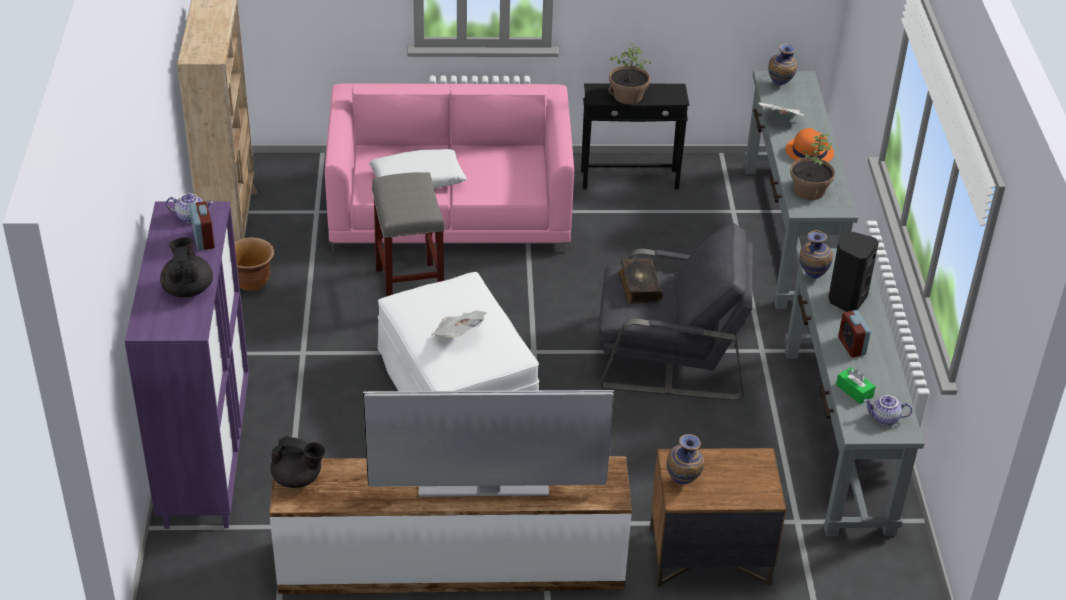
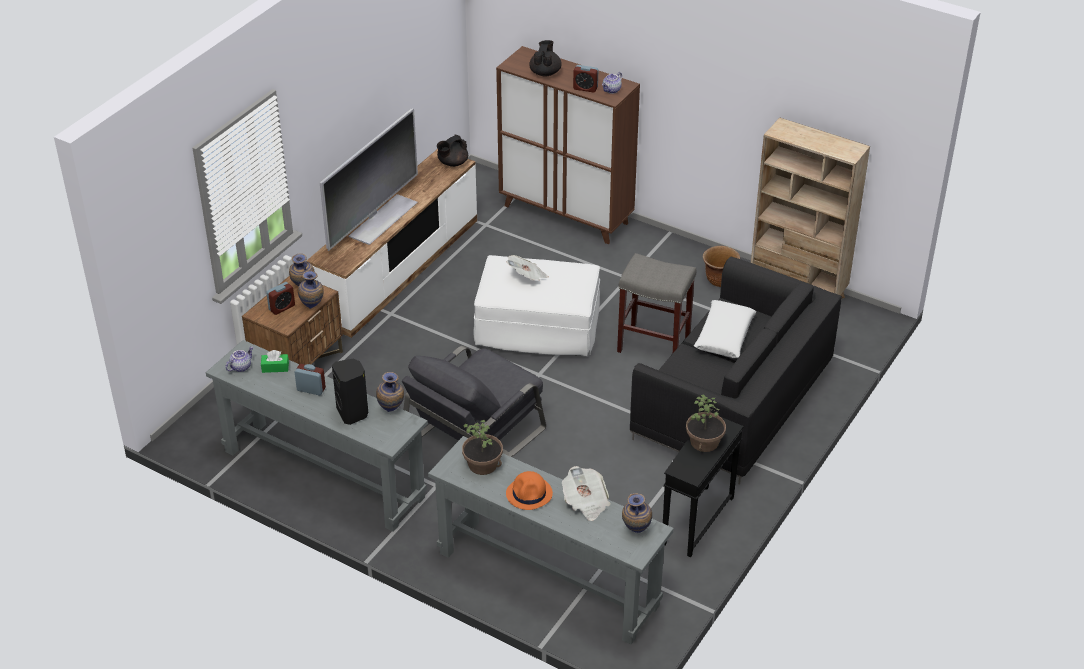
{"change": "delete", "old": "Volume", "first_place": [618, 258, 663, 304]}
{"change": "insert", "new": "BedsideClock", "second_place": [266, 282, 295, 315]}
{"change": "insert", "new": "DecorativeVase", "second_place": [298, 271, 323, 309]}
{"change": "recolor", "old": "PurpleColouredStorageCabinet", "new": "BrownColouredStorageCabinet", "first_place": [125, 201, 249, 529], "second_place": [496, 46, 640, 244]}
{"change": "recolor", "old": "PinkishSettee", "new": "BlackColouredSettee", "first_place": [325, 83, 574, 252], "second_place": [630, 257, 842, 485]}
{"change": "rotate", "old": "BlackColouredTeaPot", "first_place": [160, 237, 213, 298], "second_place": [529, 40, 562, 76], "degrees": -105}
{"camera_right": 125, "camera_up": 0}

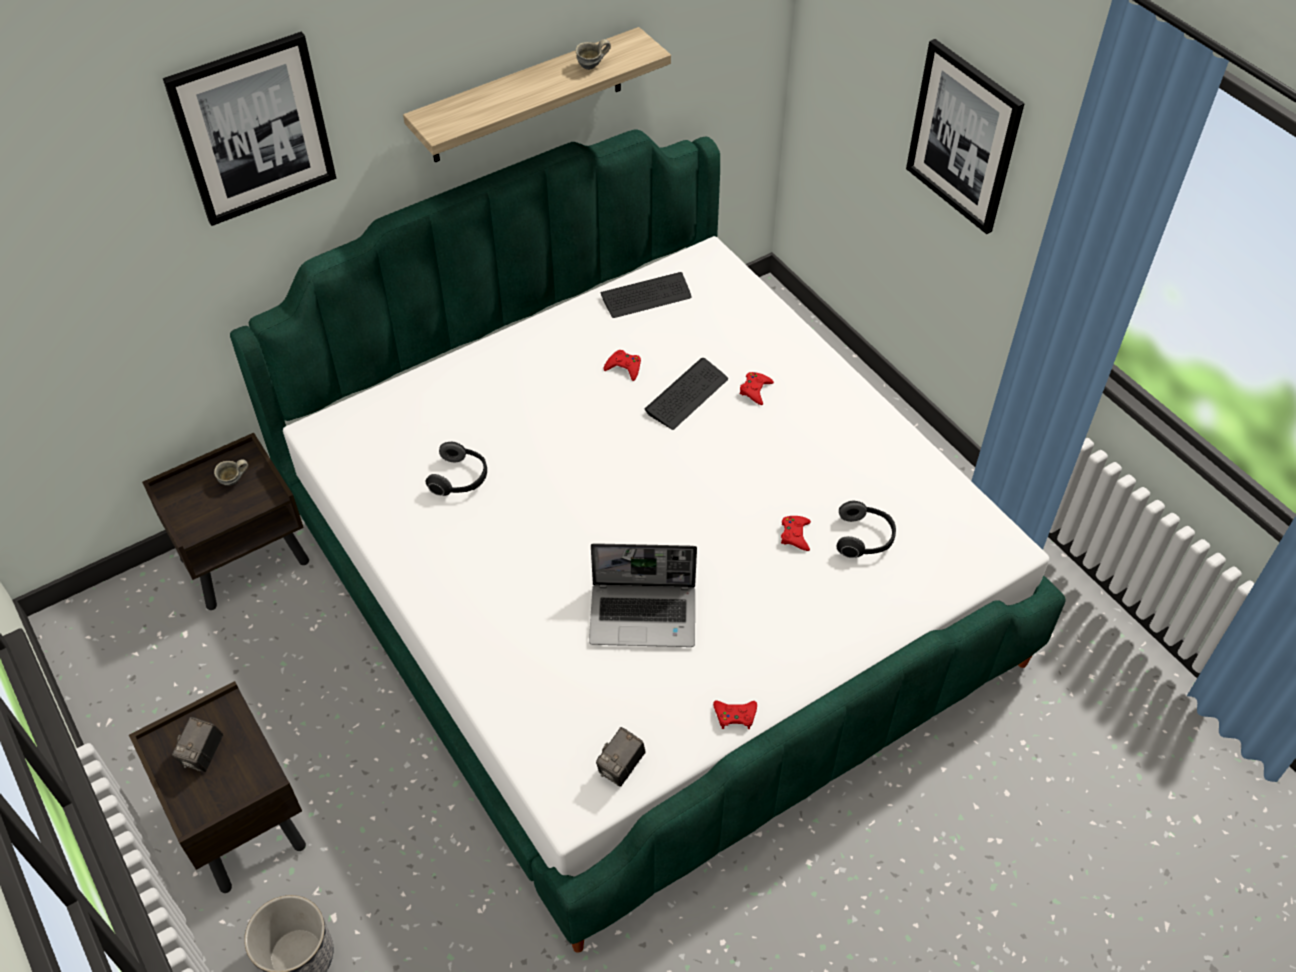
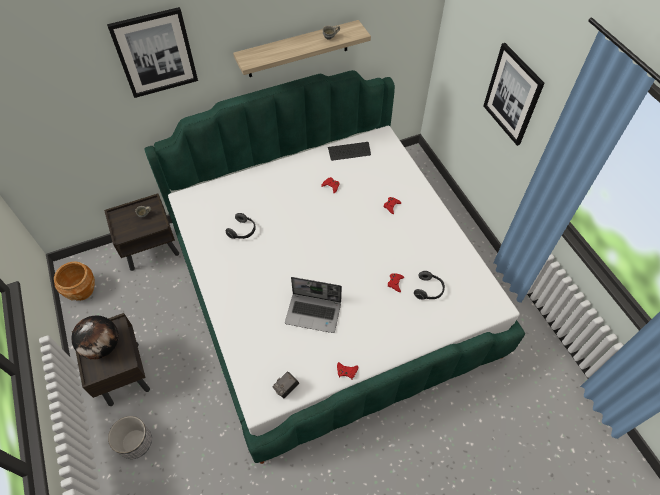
{"change": "delete", "old": "Keyboard", "first_place": [645, 358, 728, 430]}
{"change": "insert", "new": "BrownColouredFlowerPot", "second_place": [54, 261, 95, 301]}
{"change": "replace", "old": "PhotoCamera", "new": "Globe", "first_place": [172, 717, 224, 772], "second_place": [71, 316, 119, 360]}
{"camera_right": 10, "camera_up": 5}

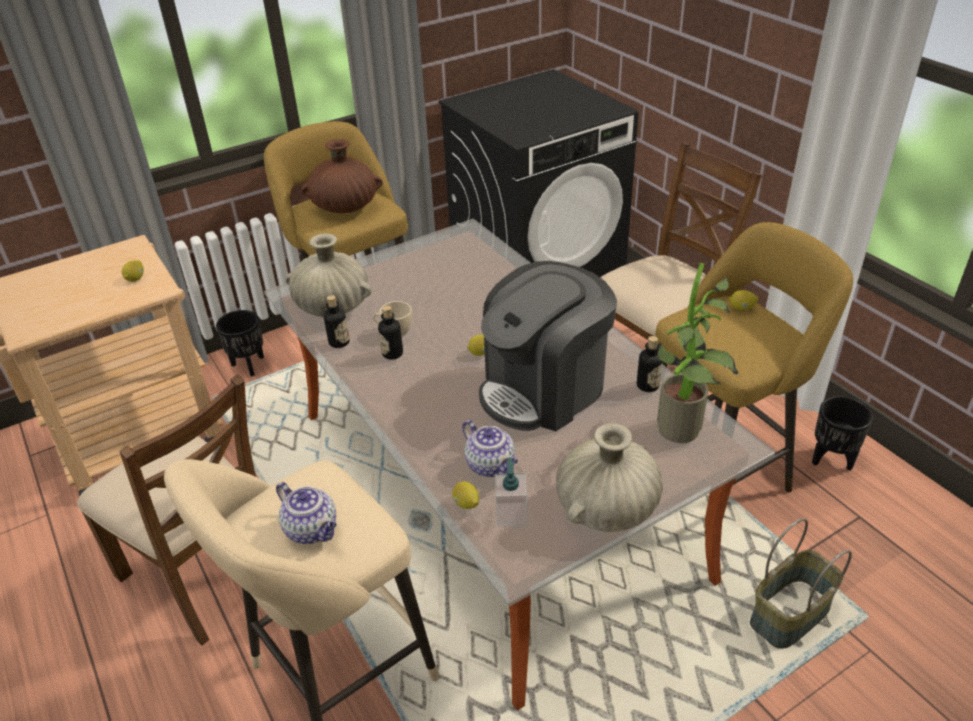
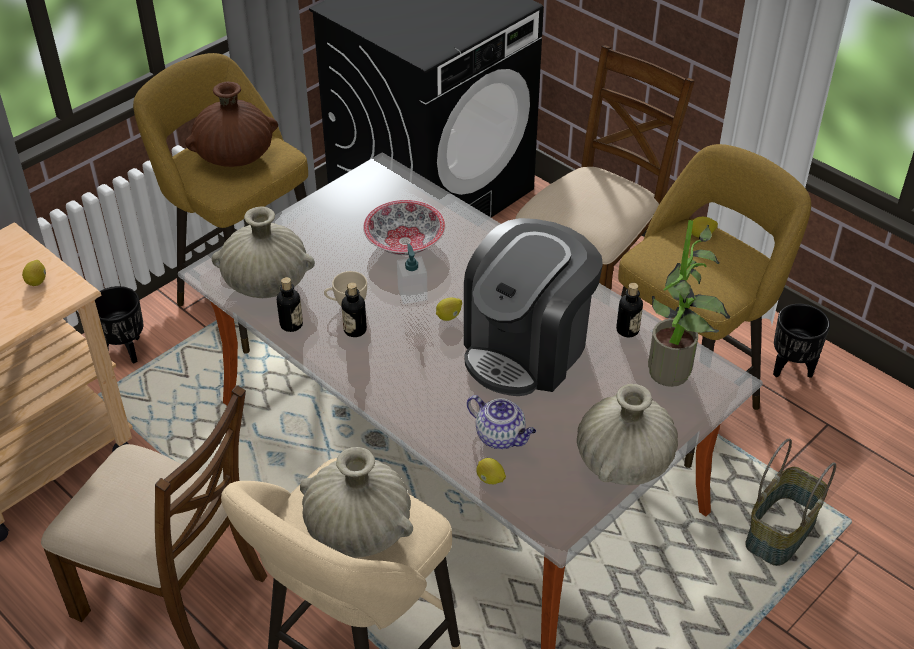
{"change": "insert", "new": "ServingBowl", "second_place": [363, 200, 445, 255]}
{"change": "move", "old": "LiquidSoapBottle", "first_place": [495, 457, 527, 526], "second_place": [397, 244, 428, 304]}
{"change": "replace", "old": "TeaPot", "new": "SandColouredDecorativeVase", "first_place": [276, 482, 337, 544], "second_place": [300, 447, 413, 558]}
{"camera_right": -15, "camera_up": 5}

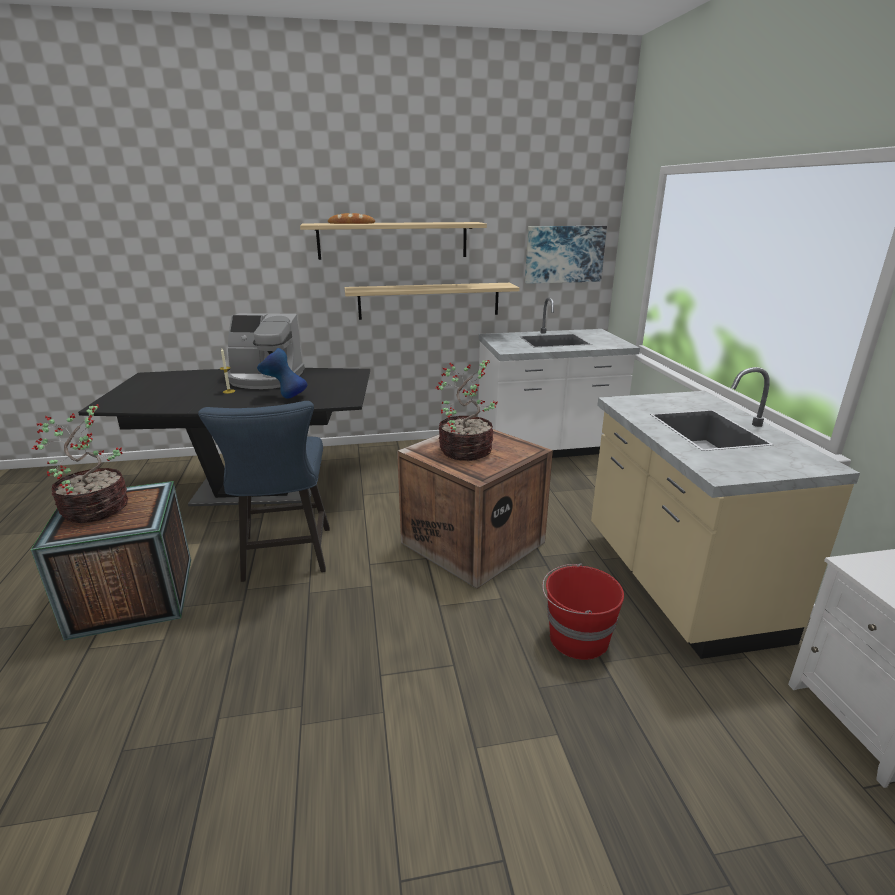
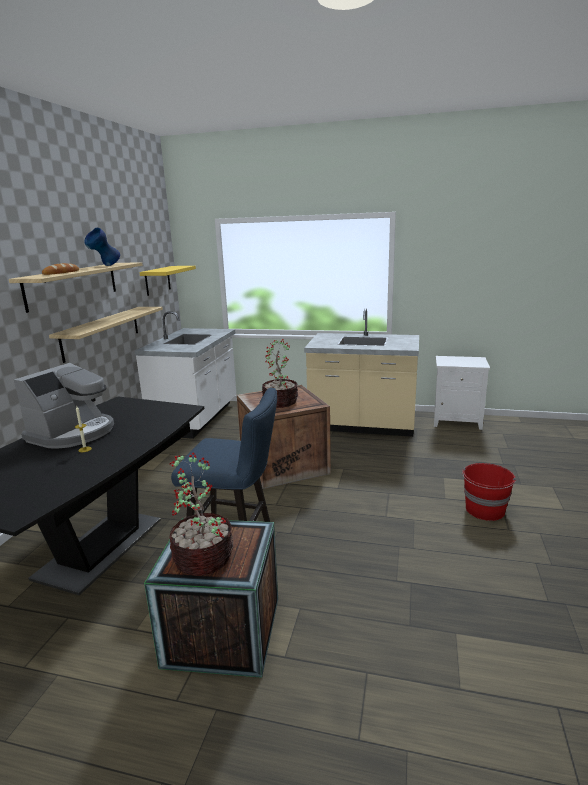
{"change": "move", "old": "BluishDecorativeVase", "first_place": [257, 348, 307, 399], "second_place": [84, 228, 120, 266]}
{"change": "move", "old": "RedBucket", "first_place": [542, 563, 624, 660], "second_place": [462, 463, 516, 521]}
{"change": "replace", "old": "WallArt", "new": "YellowishBracketShelf", "first_place": [525, 226, 607, 284], "second_place": [139, 266, 196, 296]}
{"camera_right": -65, "camera_up": -5}

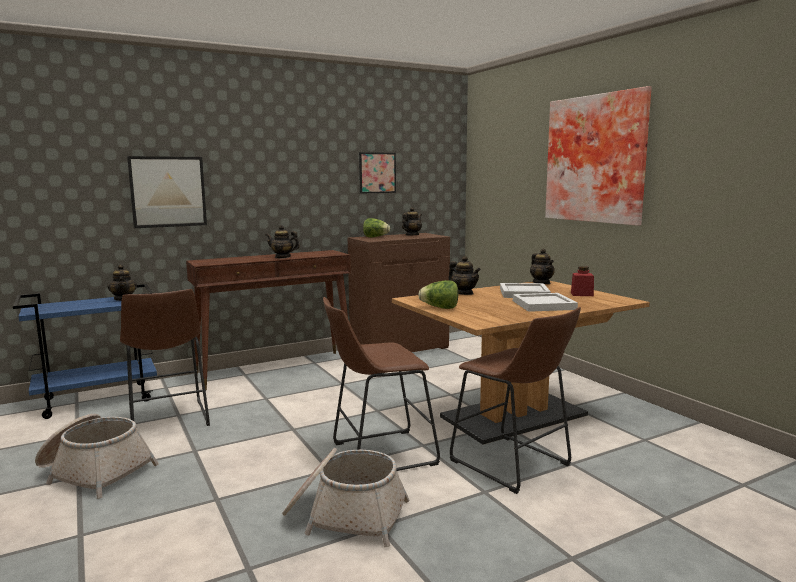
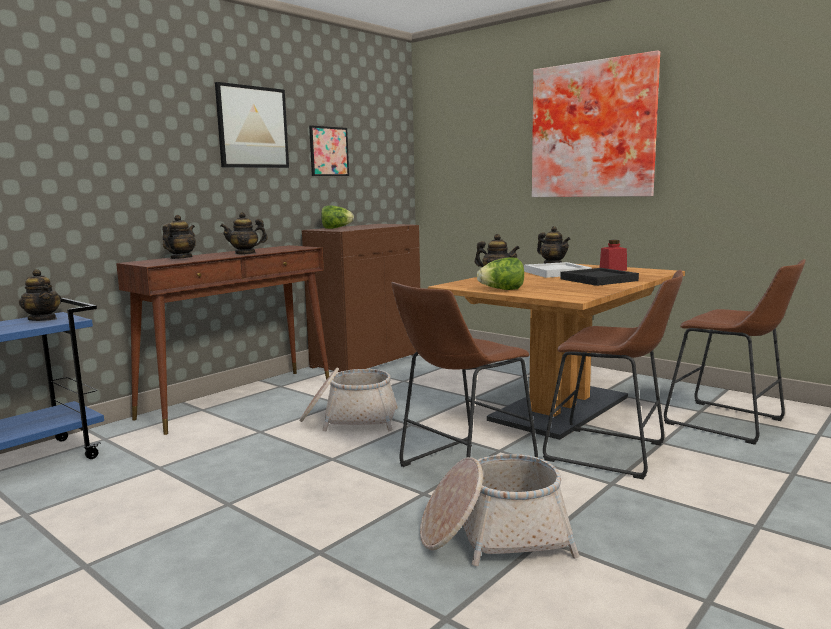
{"change": "move", "old": "Basket", "first_place": [35, 414, 159, 499], "second_place": [299, 367, 398, 432]}
{"change": "move", "old": "BrownColouredStoolSeat", "first_place": [120, 289, 210, 426], "second_place": [664, 259, 806, 445]}
{"change": "move", "old": "WallArt", "first_place": [127, 156, 207, 228], "second_place": [215, 82, 289, 168]}
{"change": "move", "old": "TeaPot", "first_place": [402, 207, 422, 236], "second_place": [162, 215, 196, 259]}
{"change": "recolor", "old": "WhiteColouredTray", "new": "BlackColouredTray", "first_place": [513, 293, 578, 312], "second_place": [560, 268, 639, 286]}
{"camera_right": -20, "camera_up": 0}

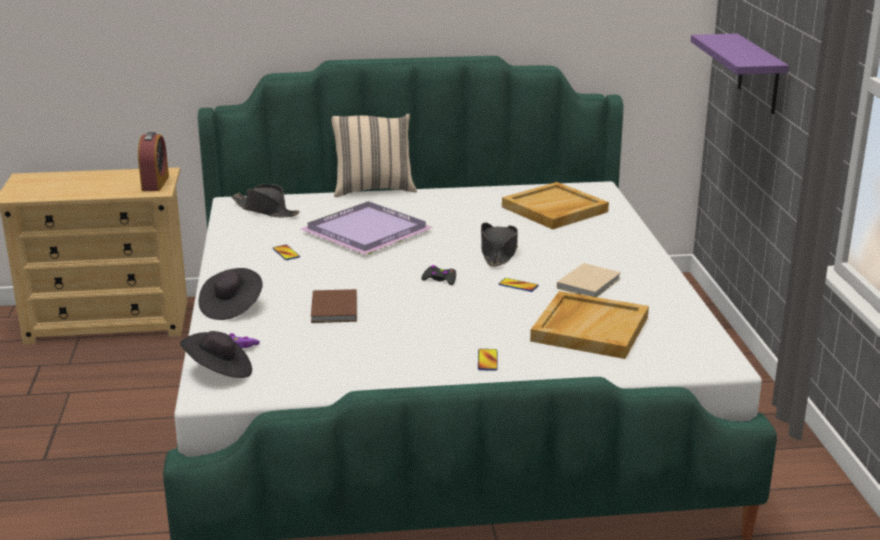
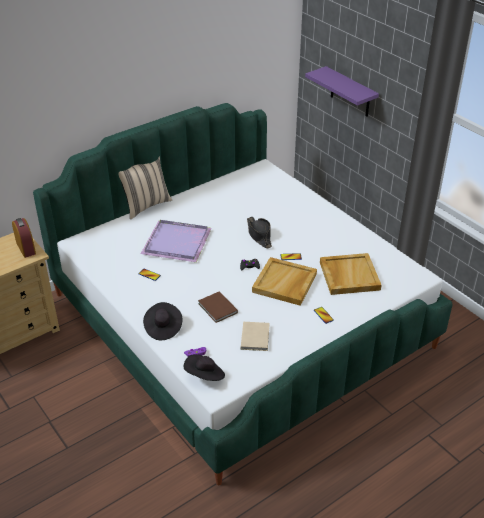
{"change": "delete", "old": "BlackColouredHat", "first_place": [232, 184, 300, 217]}
{"change": "move", "old": "SandColouredTray", "first_place": [502, 182, 609, 229], "second_place": [252, 257, 317, 306]}
{"change": "move", "old": "SandColouredVolume", "first_place": [557, 263, 621, 297], "second_place": [241, 322, 270, 351]}
{"camera_right": -30, "camera_up": 15}

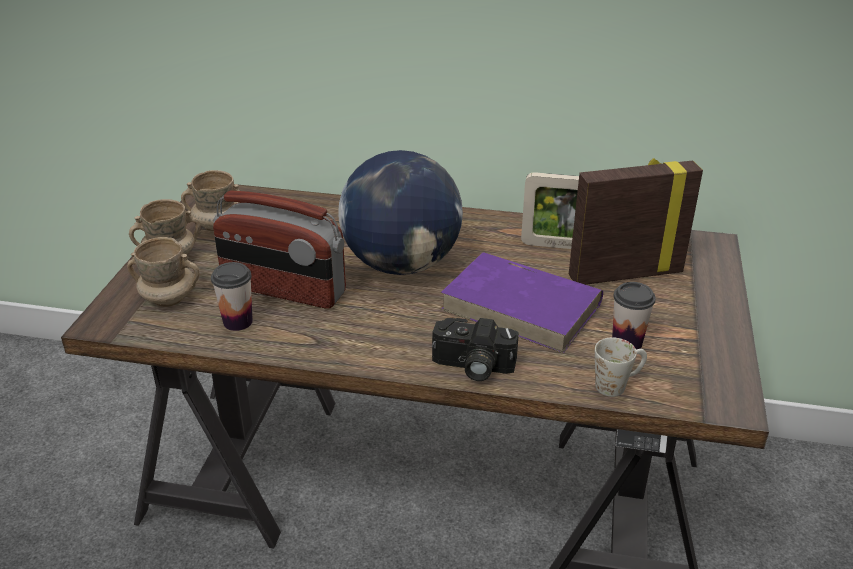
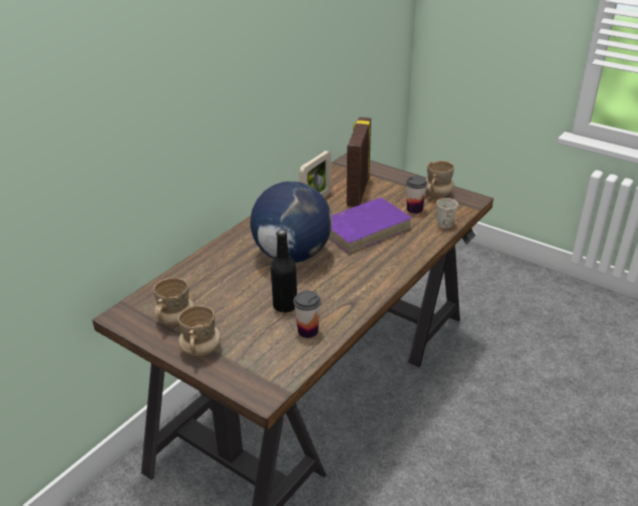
{"change": "delete", "old": "PhotoCamera", "first_place": [432, 318, 519, 381]}
{"change": "move", "old": "SandColouredCoffeeMug", "first_place": [127, 237, 200, 307], "second_place": [426, 160, 455, 198]}
{"change": "replace", "old": "Radio", "new": "BlackColouredDrinkBottle", "first_place": [213, 190, 346, 309], "second_place": [271, 230, 297, 313]}
{"camera_right": -65, "camera_up": 0}

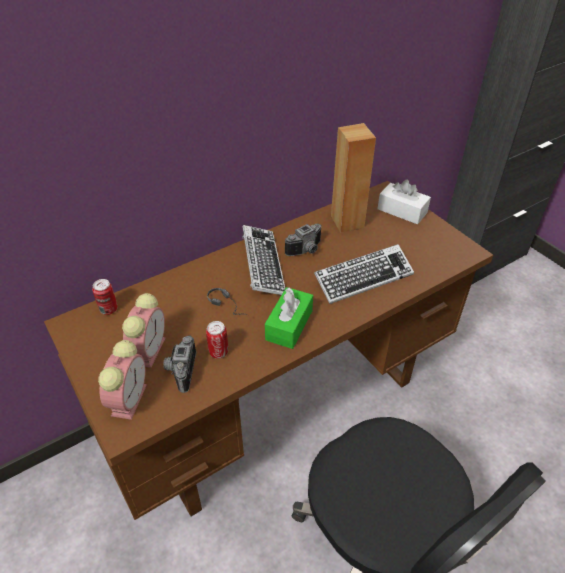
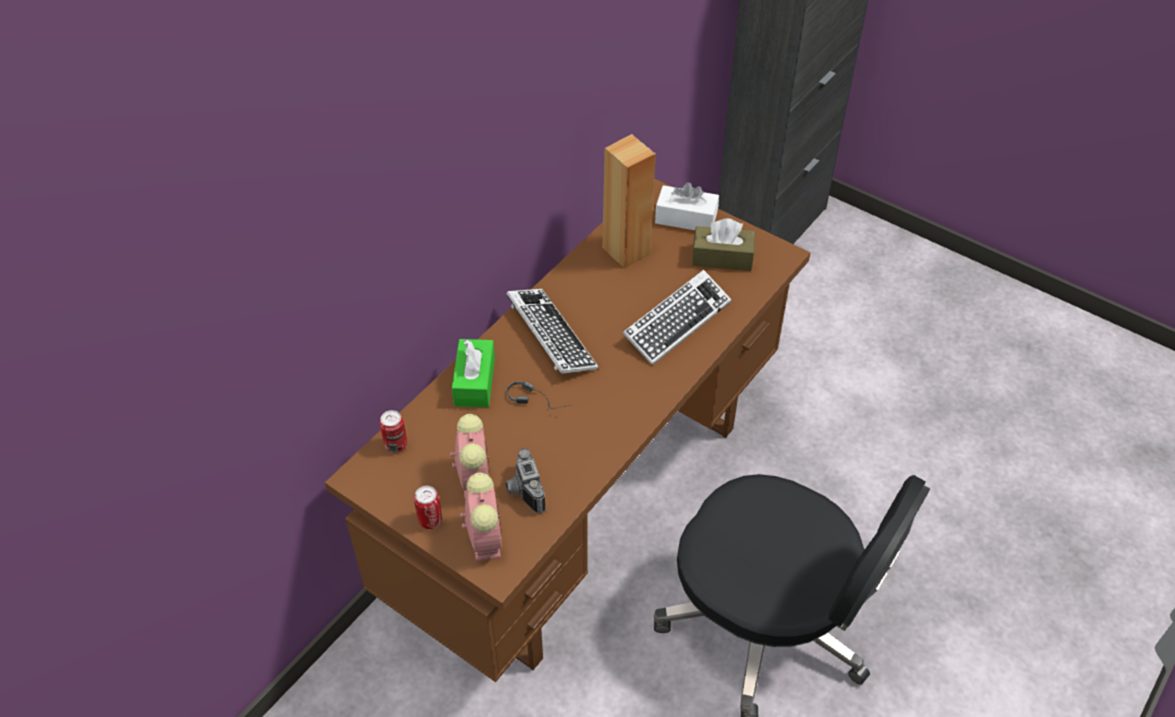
{"change": "delete", "old": "PhotoCamera", "first_place": [285, 224, 322, 256]}
{"change": "insert", "new": "BrownColouredTissueHolder", "second_place": [692, 219, 755, 271]}
{"change": "move", "old": "SealedCan", "first_place": [206, 321, 228, 359], "second_place": [414, 486, 442, 529]}
{"change": "move", "old": "GreenishTissueHolder", "first_place": [265, 287, 313, 349], "second_place": [452, 339, 495, 407]}
{"camera_right": -20, "camera_up": 5}

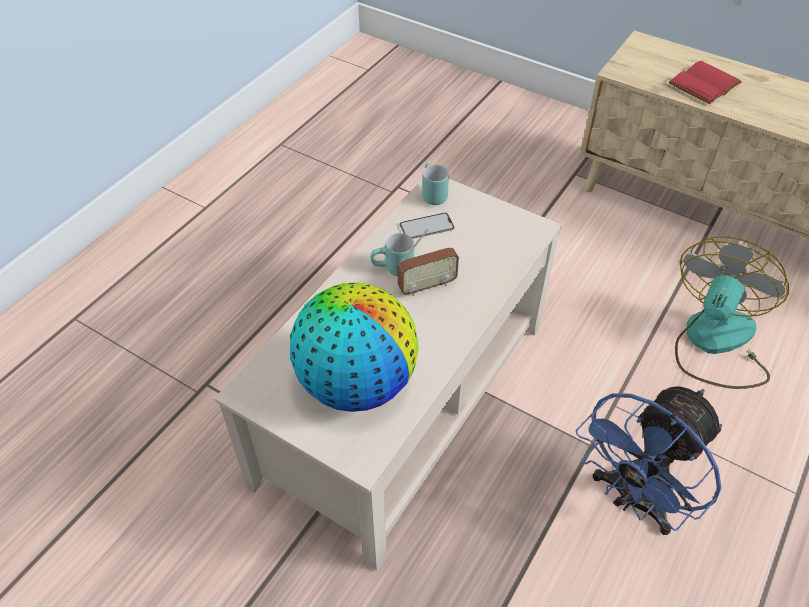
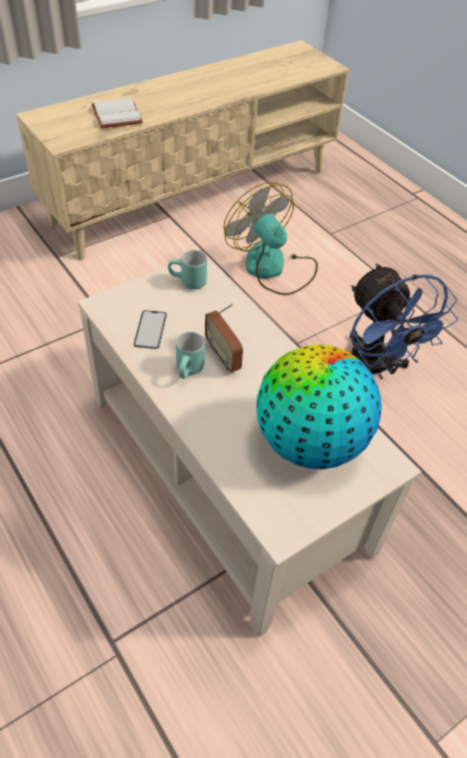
{"change": "move", "old": "TurquoiseCoffeeMug", "first_place": [422, 163, 449, 205], "second_place": [168, 250, 207, 289]}
{"change": "recolor", "old": "RedVolume", "new": "WhiteColouredVolume", "first_place": [669, 61, 742, 104], "second_place": [92, 98, 143, 128]}
{"change": "rotate", "old": "Radio", "first_place": [398, 229, 459, 296], "second_place": [205, 303, 243, 372], "degrees": 150}
{"camera_right": -70, "camera_up": 0}

